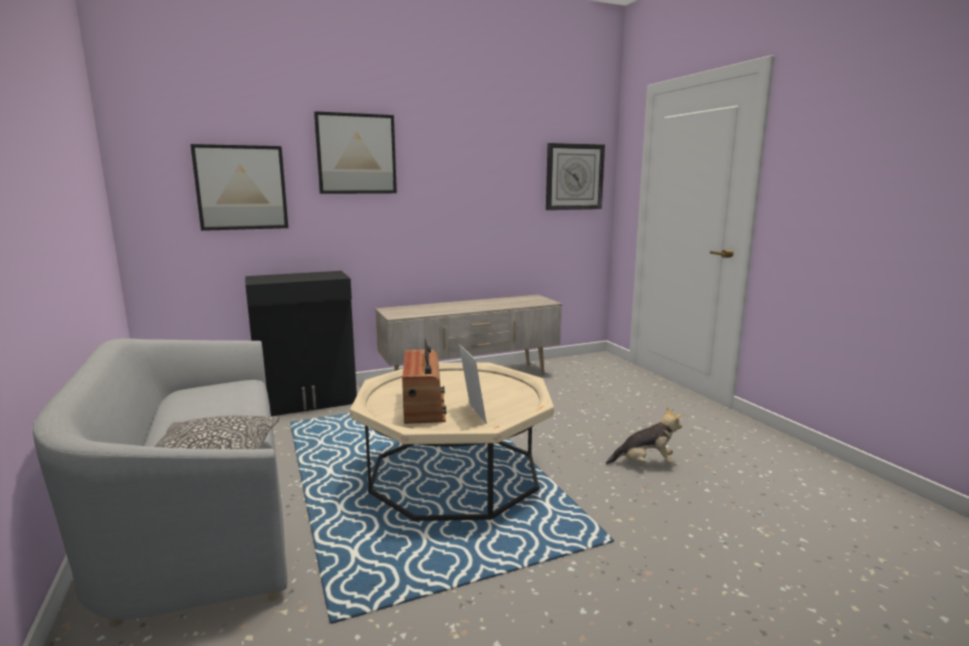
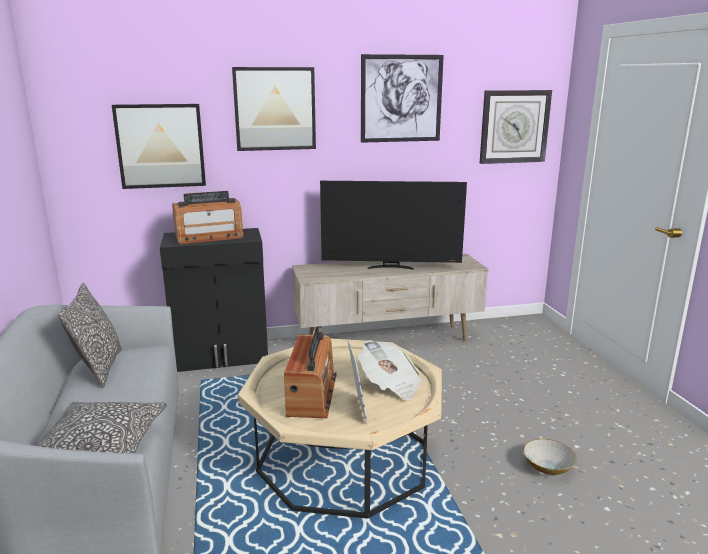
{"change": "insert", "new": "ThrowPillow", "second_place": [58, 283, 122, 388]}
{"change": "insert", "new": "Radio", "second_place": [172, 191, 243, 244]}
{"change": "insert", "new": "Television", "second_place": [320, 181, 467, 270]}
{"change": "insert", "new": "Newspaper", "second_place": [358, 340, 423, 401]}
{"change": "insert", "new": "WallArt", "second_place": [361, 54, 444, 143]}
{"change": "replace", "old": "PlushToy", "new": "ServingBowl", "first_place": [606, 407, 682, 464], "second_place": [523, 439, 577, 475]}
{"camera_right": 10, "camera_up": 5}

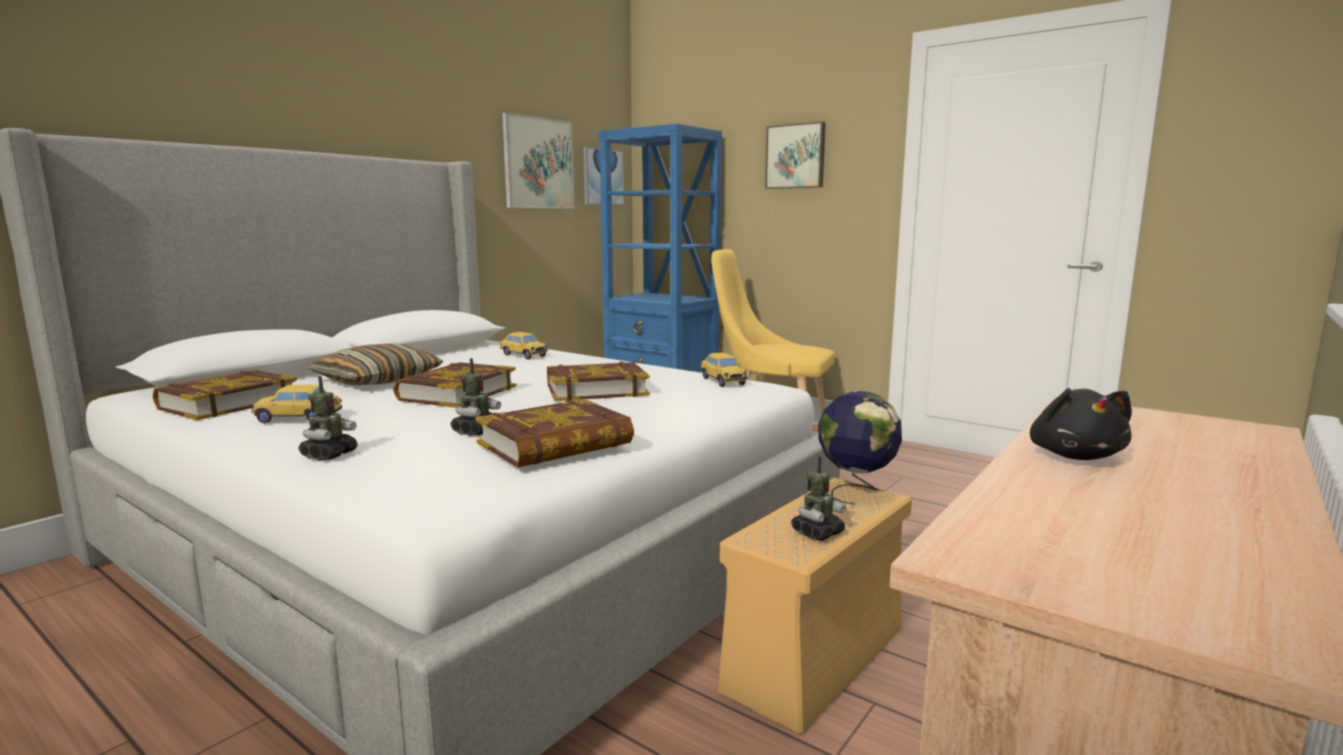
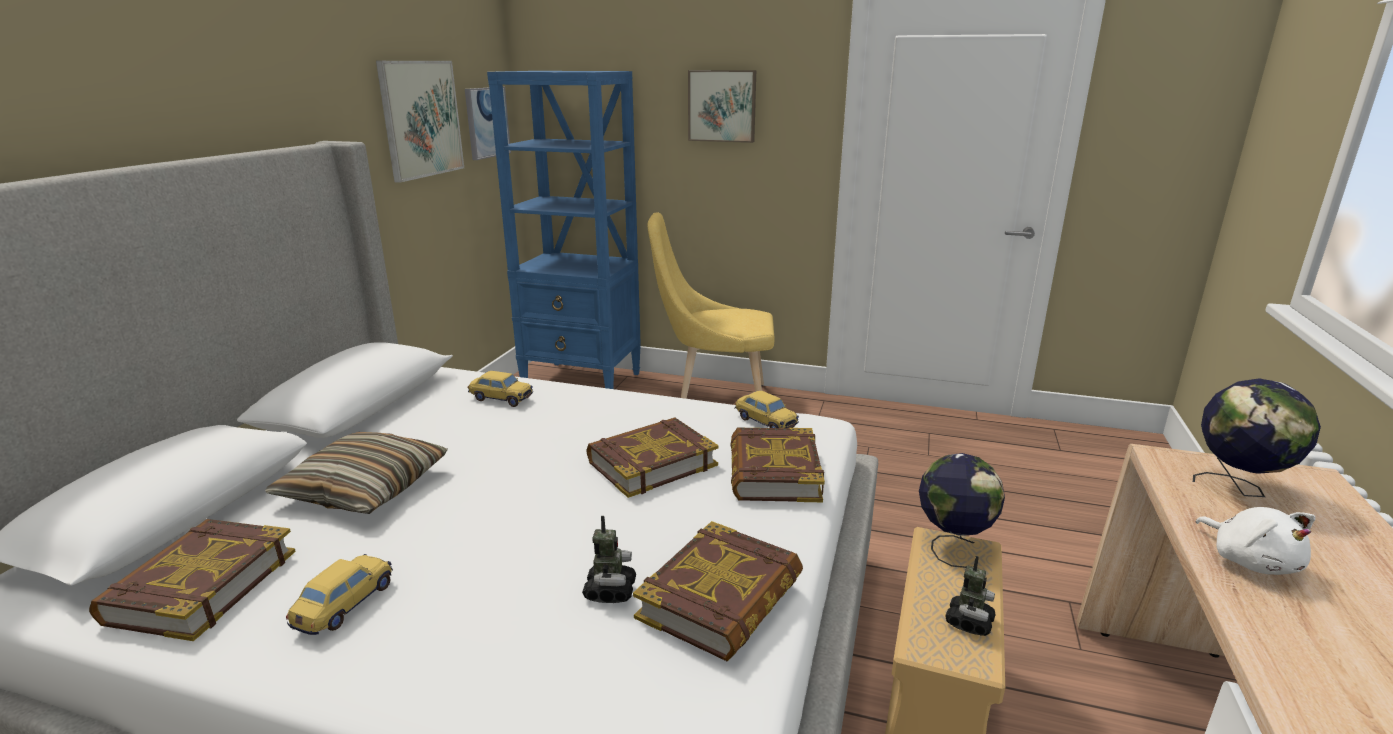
{"change": "delete", "old": "ModelRobot", "first_place": [299, 376, 358, 460]}
{"change": "insert", "new": "Globe", "second_place": [1193, 378, 1321, 497]}
{"change": "move", "old": "Volume", "first_place": [393, 362, 516, 408], "second_place": [731, 428, 825, 502]}
{"change": "recolor", "old": "BlackColouredPlushToy", "new": "WhiteColouredPlushToy", "first_place": [1030, 388, 1132, 460], "second_place": [1195, 507, 1315, 575]}
{"change": "rotate", "old": "MiniatureCar", "first_place": [251, 385, 342, 423], "second_place": [286, 554, 393, 635], "degrees": 135}
{"camera_right": -20, "camera_up": 10}

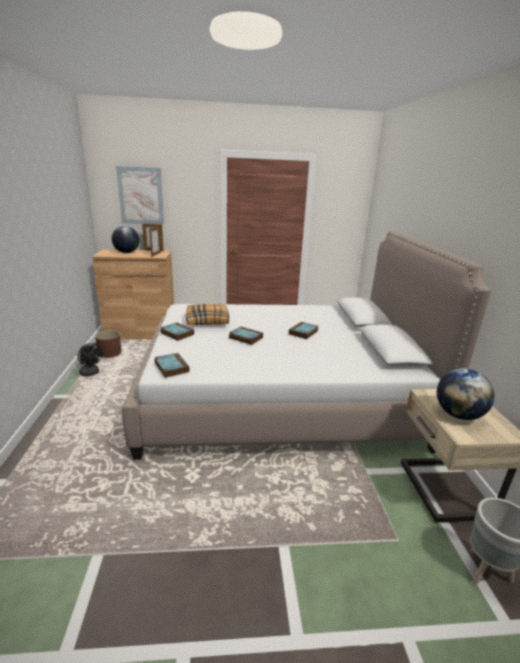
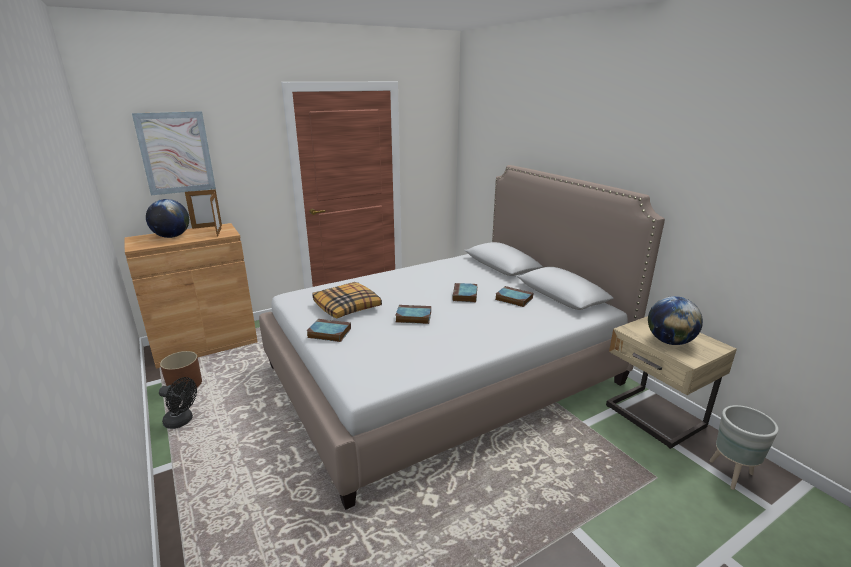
{"change": "move", "old": "Volume", "first_place": [155, 353, 189, 378], "second_place": [495, 286, 533, 307]}
{"camera_right": -25, "camera_up": 0}

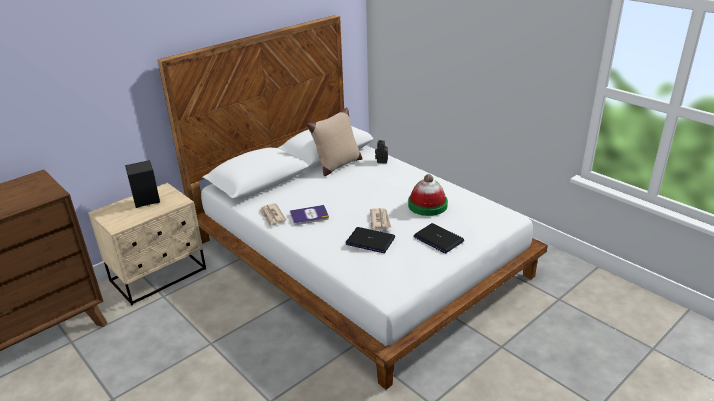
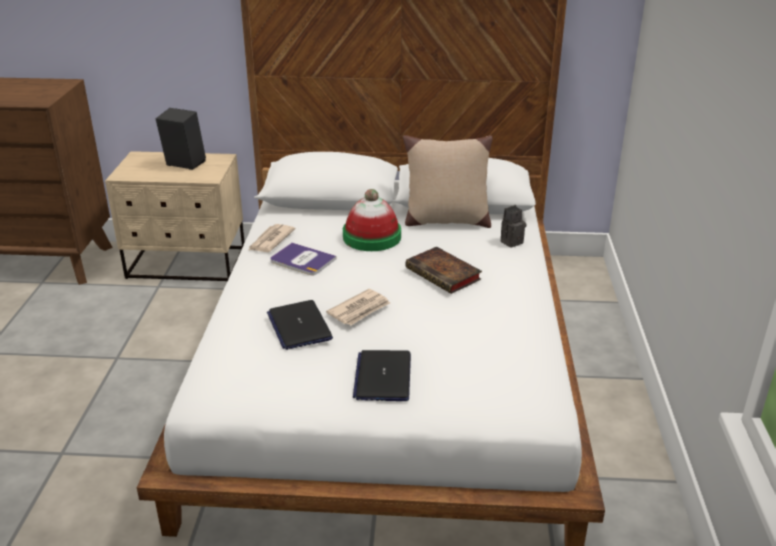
{"change": "insert", "new": "Volume", "second_place": [406, 247, 482, 294]}
{"change": "move", "old": "Hat", "first_place": [408, 174, 448, 216], "second_place": [343, 189, 401, 251]}
{"camera_right": 45, "camera_up": 0}

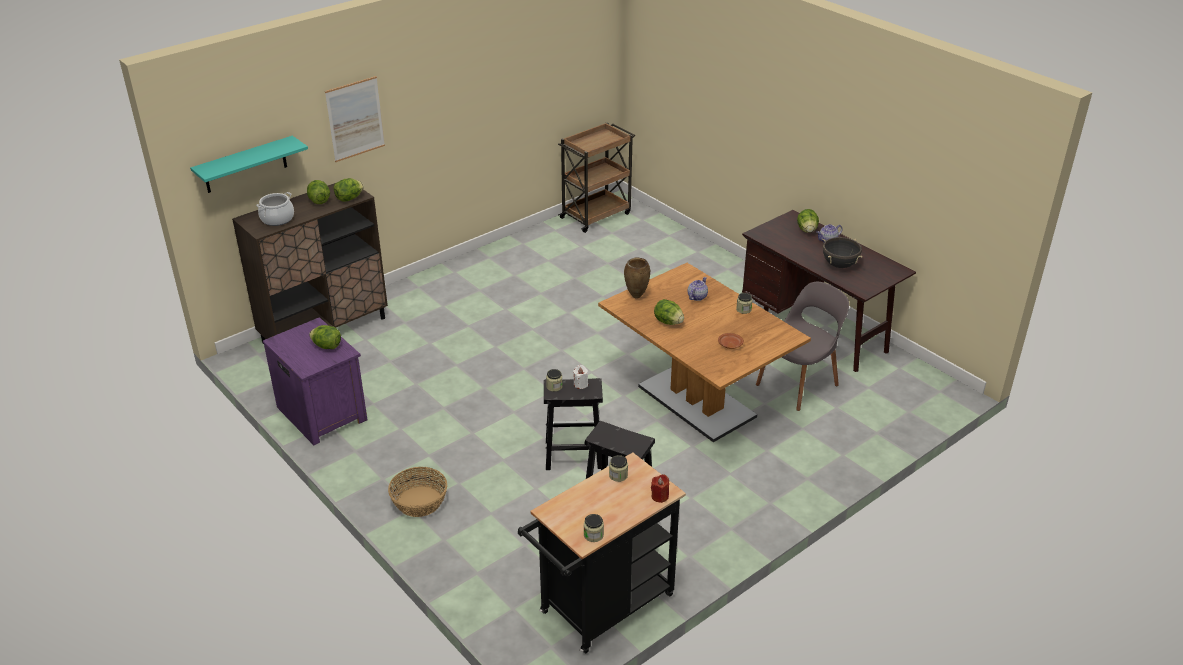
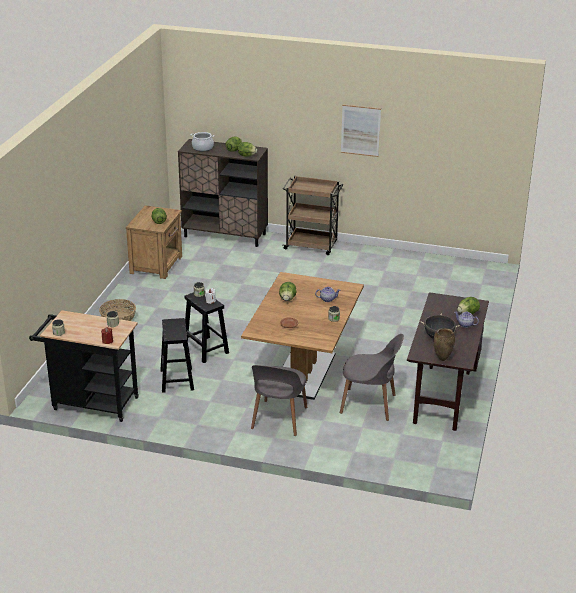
{"change": "delete", "old": "TurquoiseBracketShelf", "first_place": [190, 136, 308, 193]}
{"change": "insert", "new": "GrayUprightChair", "second_place": [251, 365, 307, 436]}
{"change": "move", "old": "WallArt", "first_place": [325, 76, 385, 162], "second_place": [341, 105, 381, 157]}
{"change": "move", "old": "BrownColouredTrolley", "first_place": [558, 123, 635, 233], "second_place": [282, 176, 343, 255]}
{"change": "move", "old": "BrownColouredDecorativeVase", "first_place": [624, 258, 650, 299], "second_place": [434, 328, 455, 361]}
{"change": "recolor", "old": "PurpleColouredNightstand", "new": "BrownColouredNightstand", "first_place": [263, 317, 367, 445], "second_place": [126, 205, 182, 279]}
{"camera_right": 55, "camera_up": -5}

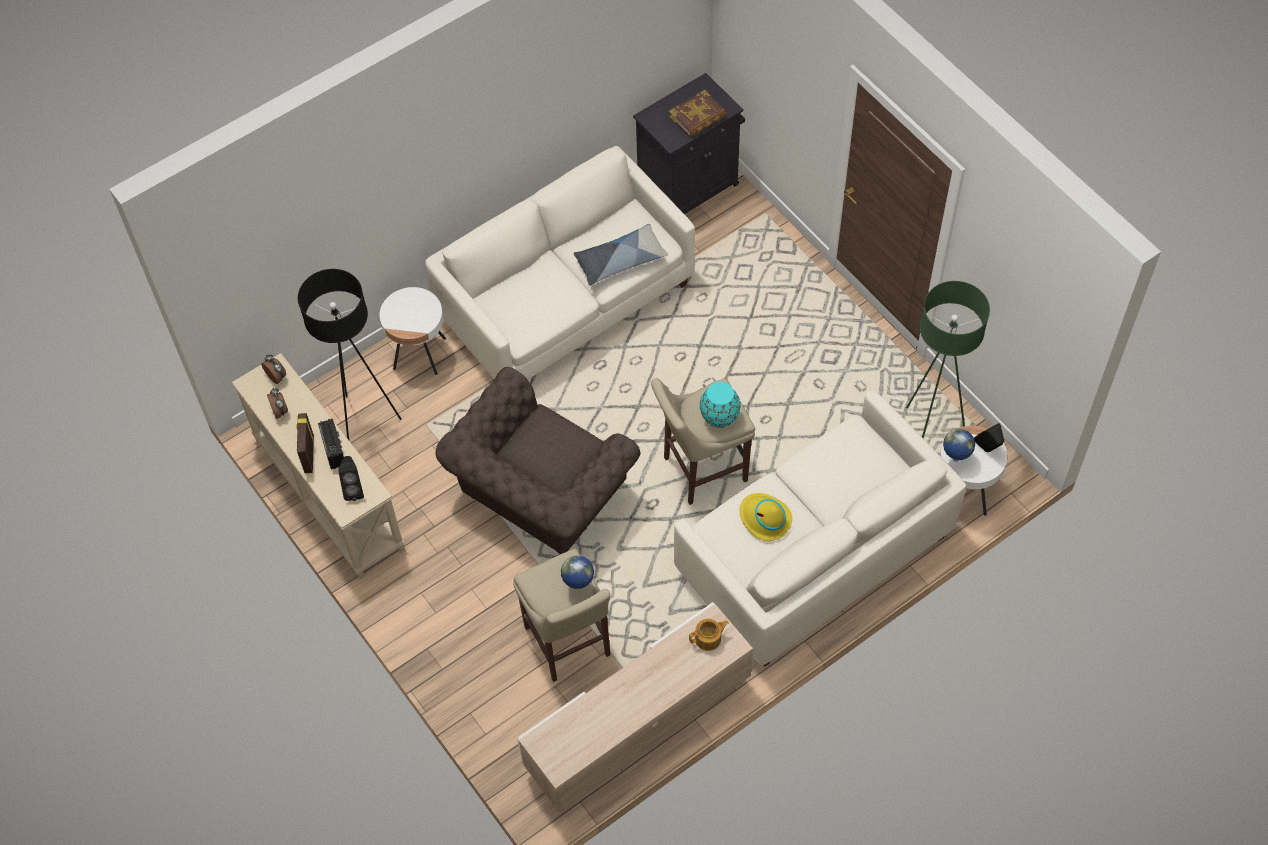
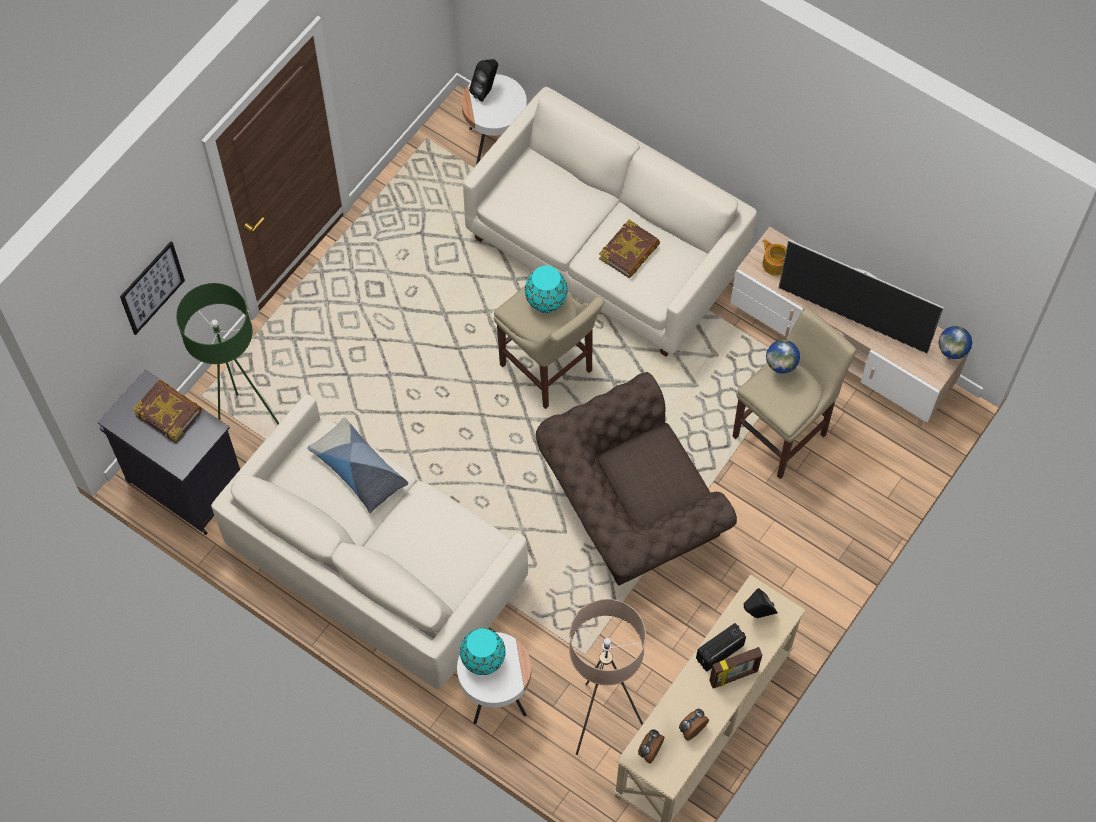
{"change": "insert", "new": "WallArt", "second_place": [120, 241, 185, 335]}
{"change": "insert", "new": "TurquoiseDecorativeVase", "second_place": [460, 628, 506, 675]}
{"change": "insert", "new": "Television", "second_place": [778, 240, 944, 353]}
{"change": "move", "old": "GreenishStandardLamp", "first_place": [906, 281, 990, 439], "second_place": [176, 283, 279, 424]}
{"change": "move", "old": "Globe", "first_place": [943, 429, 975, 462], "second_place": [938, 326, 972, 360]}
{"change": "replace", "old": "YellowishHat", "new": "Volume", "first_place": [739, 493, 792, 541], "second_place": [599, 220, 660, 278]}
{"change": "recolor", "old": "BlackColouredStandardLamp", "new": "SandColouredStandardLamp", "first_place": [298, 269, 401, 440], "second_place": [569, 599, 646, 755]}
{"change": "rotate", "old": "BrownColouredArmchair", "first_place": [435, 367, 640, 554], "second_place": [536, 372, 737, 585], "degrees": 135}
{"camera_right": -110, "camera_up": 5}

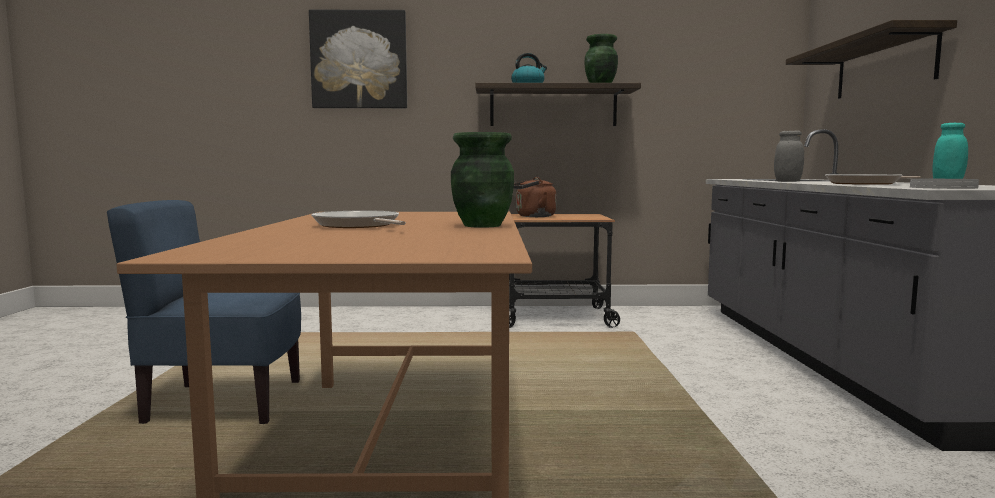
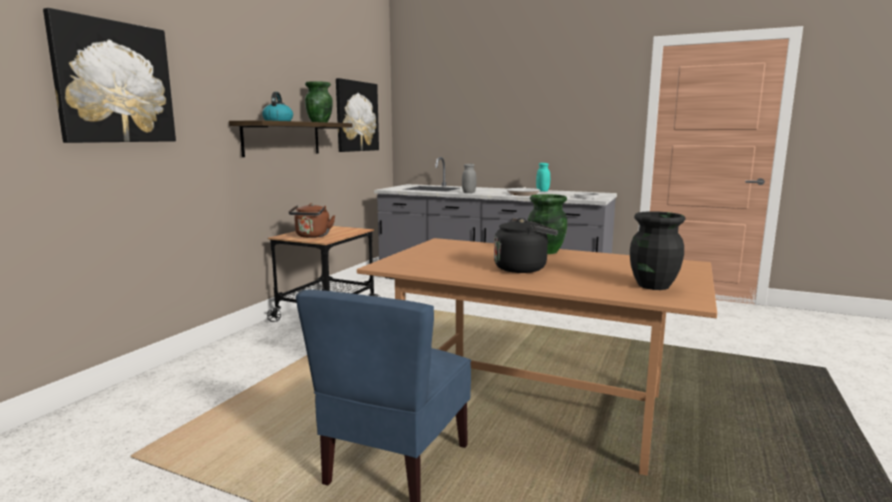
{"change": "delete", "old": "BracketShelf", "first_place": [786, 20, 957, 99]}
{"change": "insert", "new": "WallArt", "second_place": [336, 78, 379, 152]}
{"change": "insert", "new": "BlackColouredDecorativeVase", "second_place": [630, 211, 685, 290]}
{"change": "replace", "old": "FryingPan", "new": "BlackColouredTeaKettle", "first_place": [311, 210, 406, 228], "second_place": [494, 218, 558, 273]}
{"camera_right": -65, "camera_up": 5}

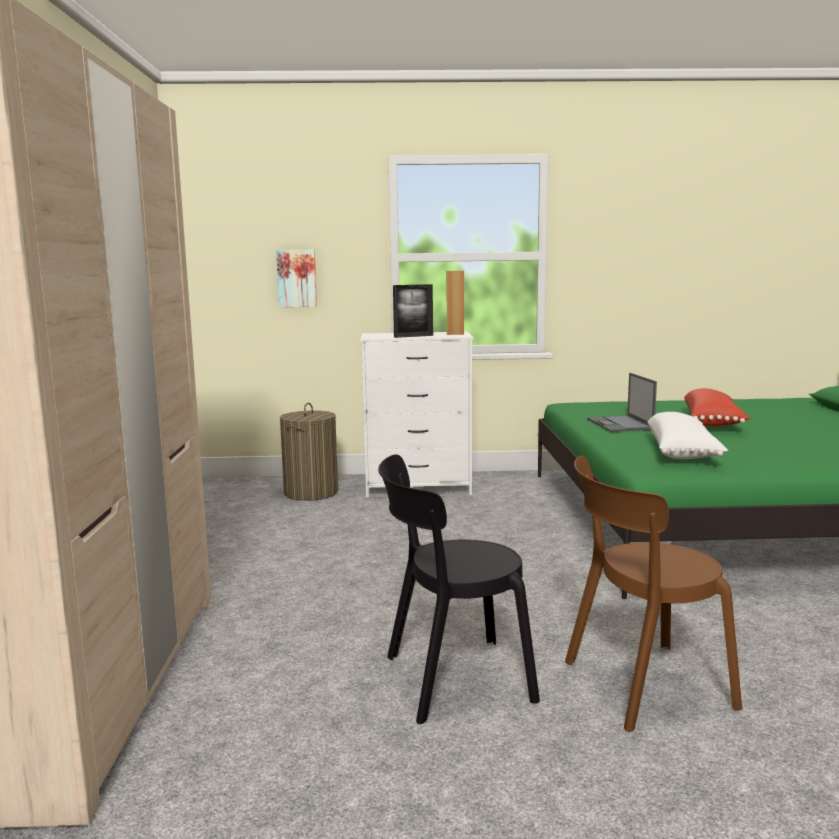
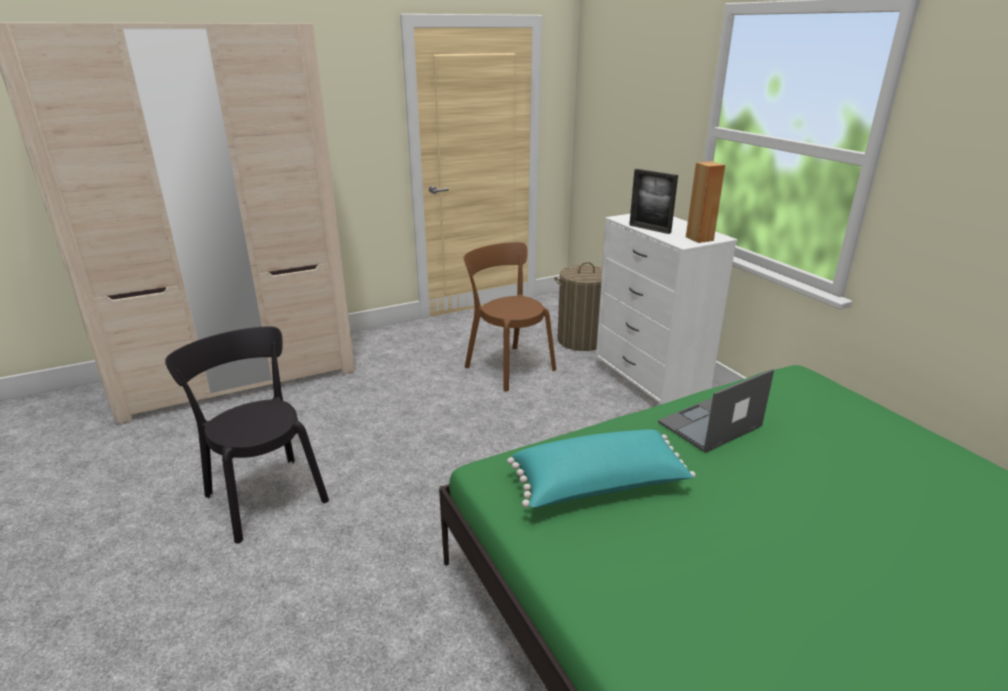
{"change": "delete", "old": "WallArt", "first_place": [276, 249, 317, 307]}
{"change": "delete", "old": "RedThrowPillow", "first_place": [684, 388, 750, 426]}
{"change": "move", "old": "BrownColouredUprightChair", "first_place": [565, 456, 742, 732], "second_place": [463, 242, 556, 392]}
{"change": "recolor", "old": "WhiteColouredThrowPillow", "new": "TurquoiseThrowPillow", "first_place": [648, 412, 728, 459], "second_place": [507, 429, 696, 508]}
{"camera_right": 65, "camera_up": 15}

